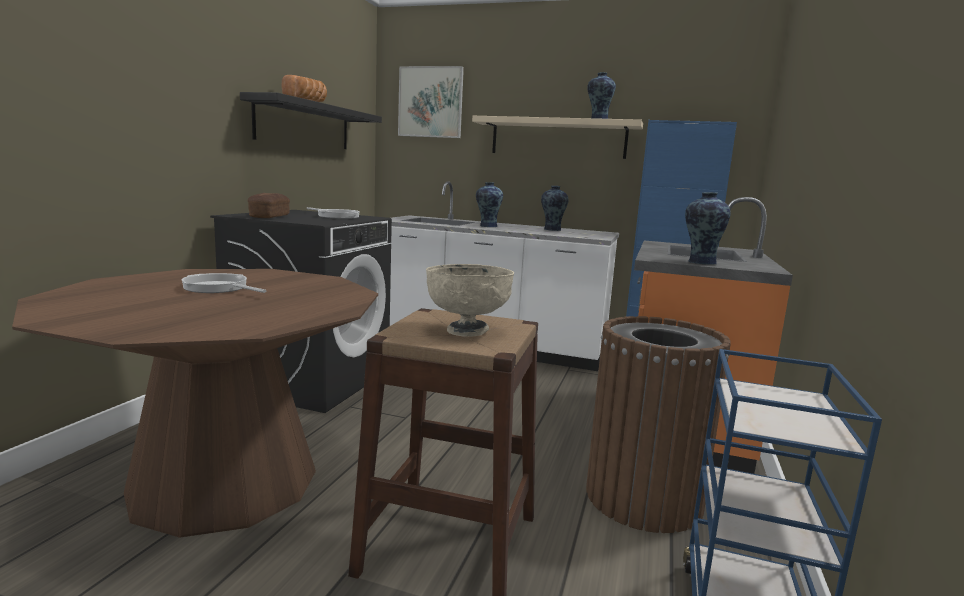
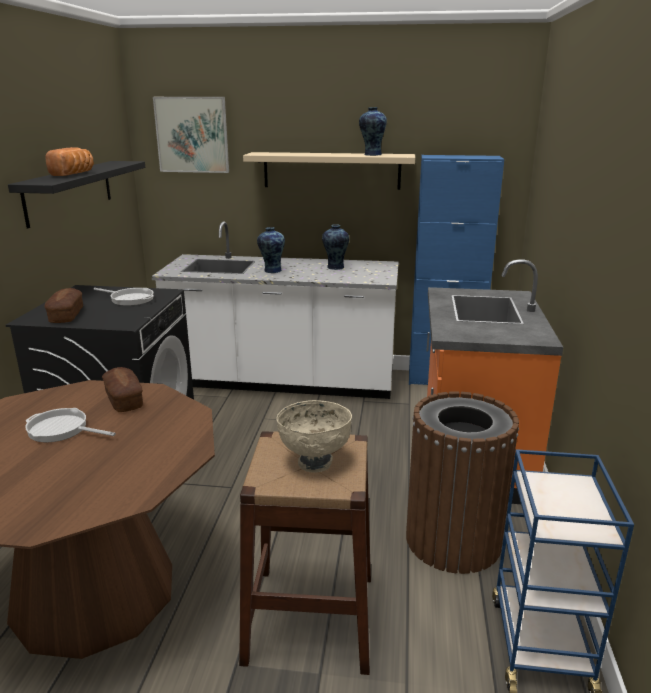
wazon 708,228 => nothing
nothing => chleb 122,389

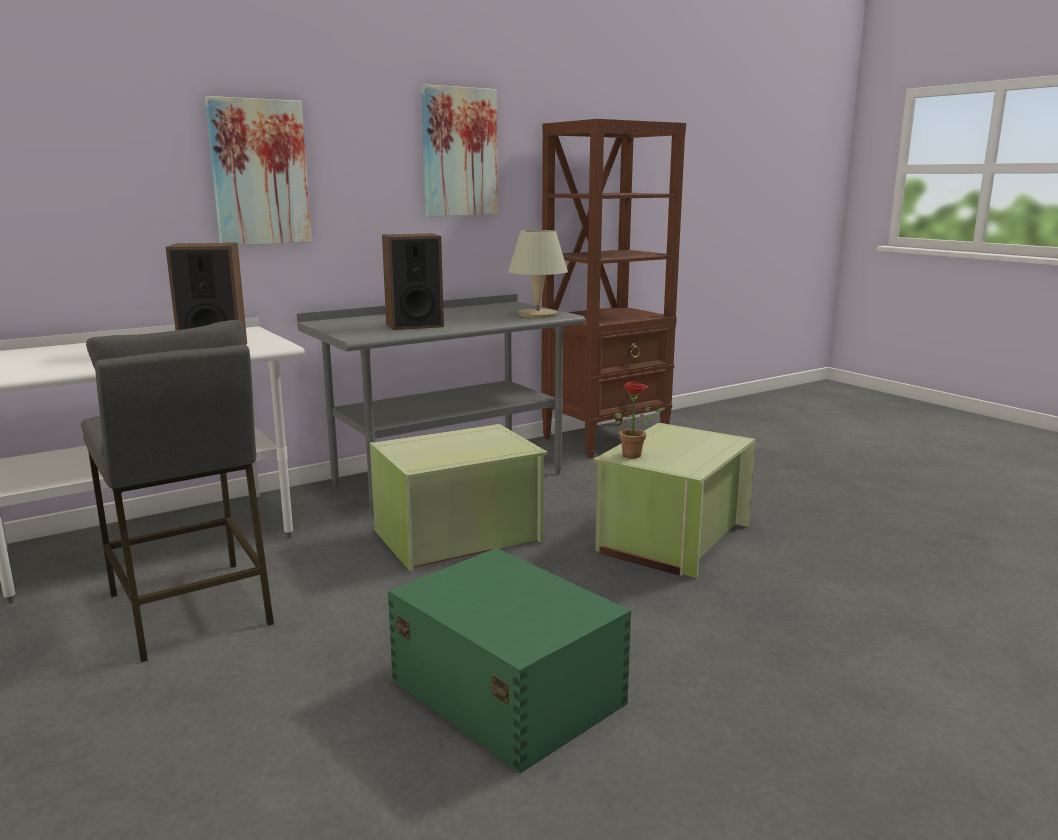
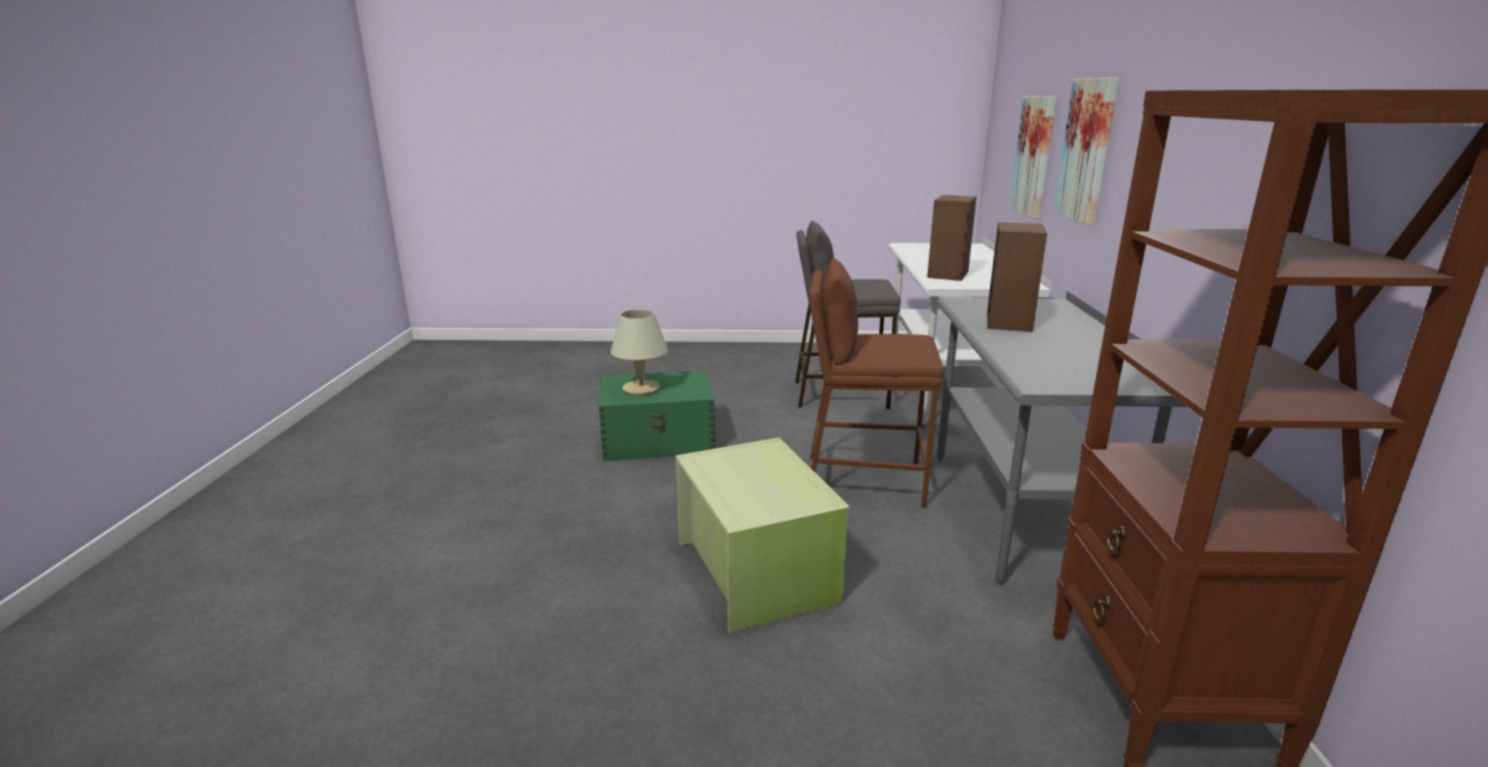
obraz 459,150 => obraz 1032,157, moved
lampa stołowa (beżowy) 538,274 => lampa stołowa (beżowy) 639,352, moved
roślina doniczkowa 640,420 => nothing
pojemnik do przechowywania (zielony) 459,497 => stołek (brązowy) 876,383

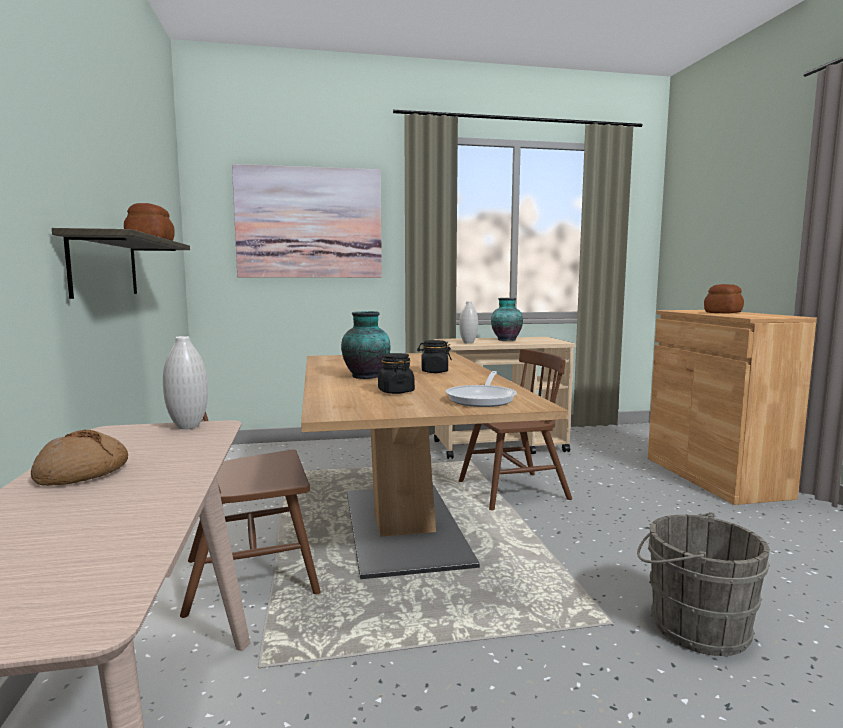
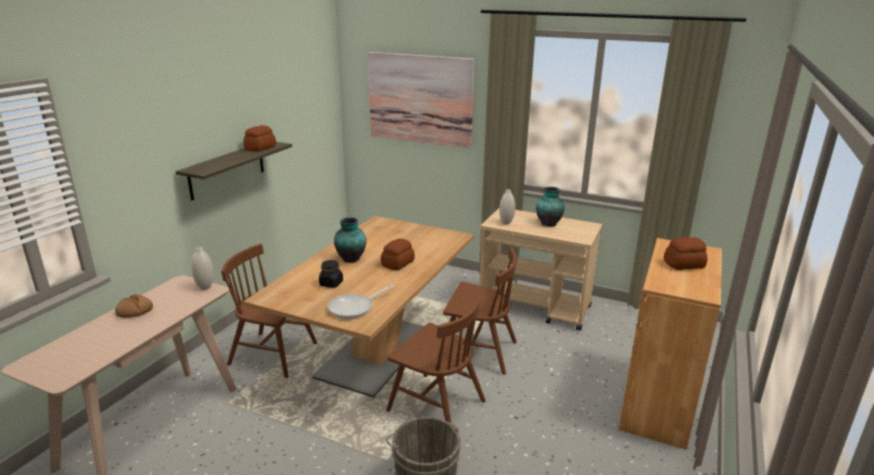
słoik (czarny) 434,356 => chleb 398,254
nothing => krzesło (brązowy) 436,358

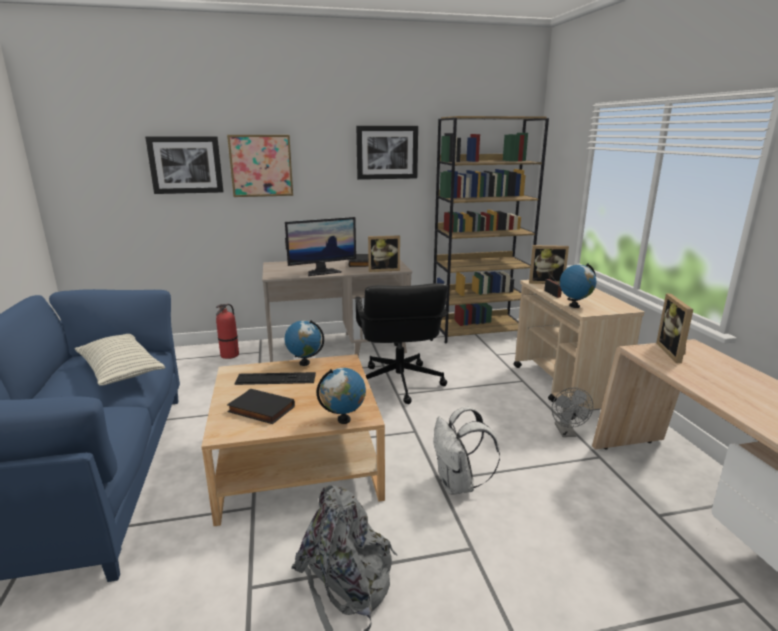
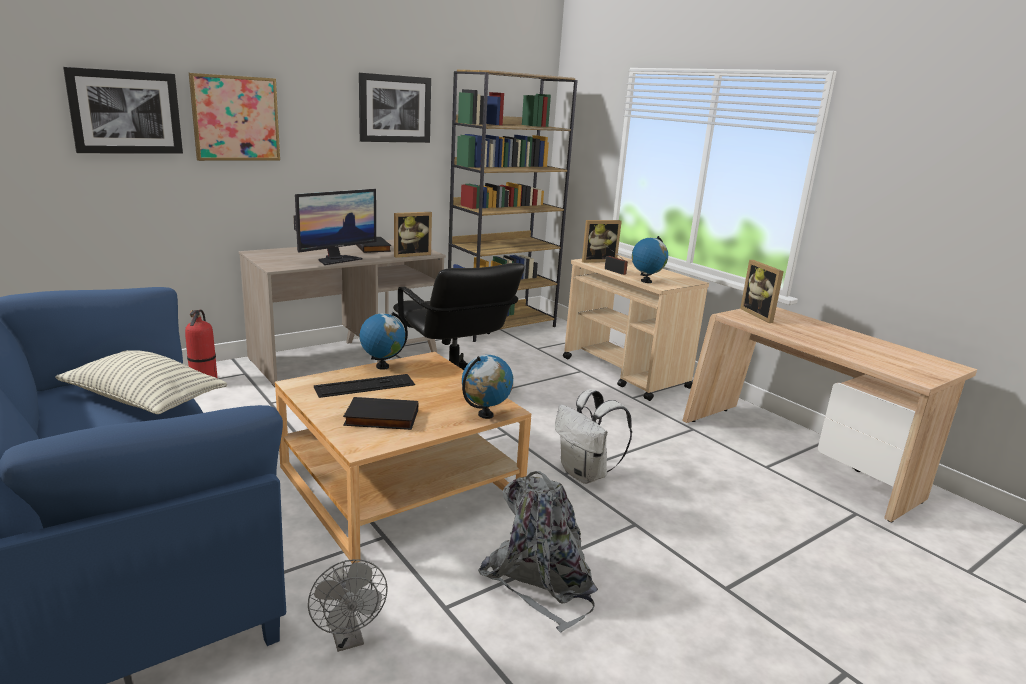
wentylator (szary) 572,412 => wentylator (szary) 348,605, moved

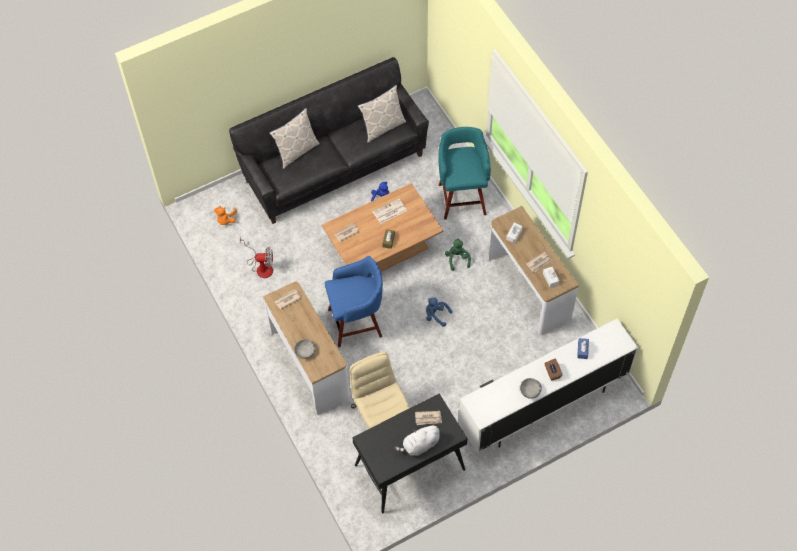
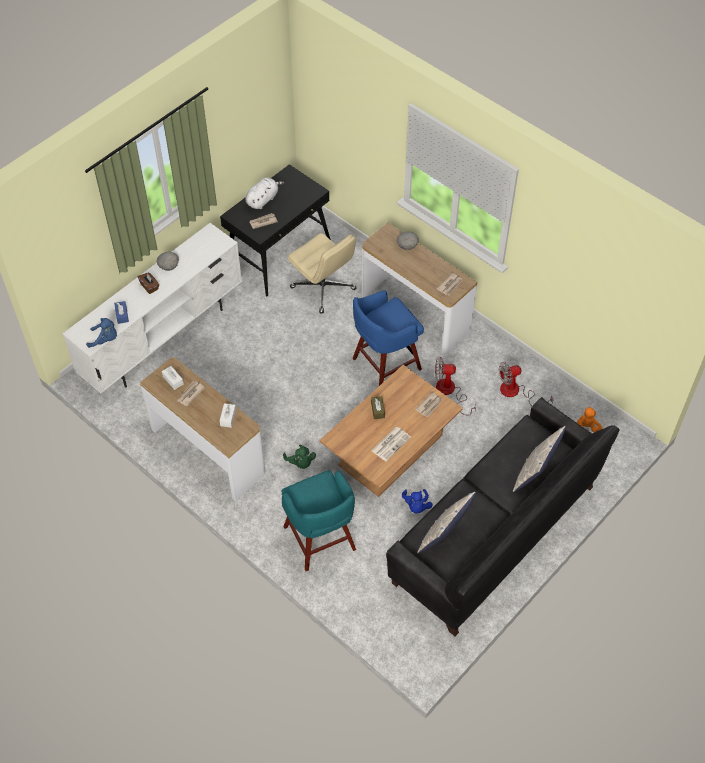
pluszak (niebieski) 439,312 => pluszak (niebieski) 101,333, moved
nothing => wentylator 455,386

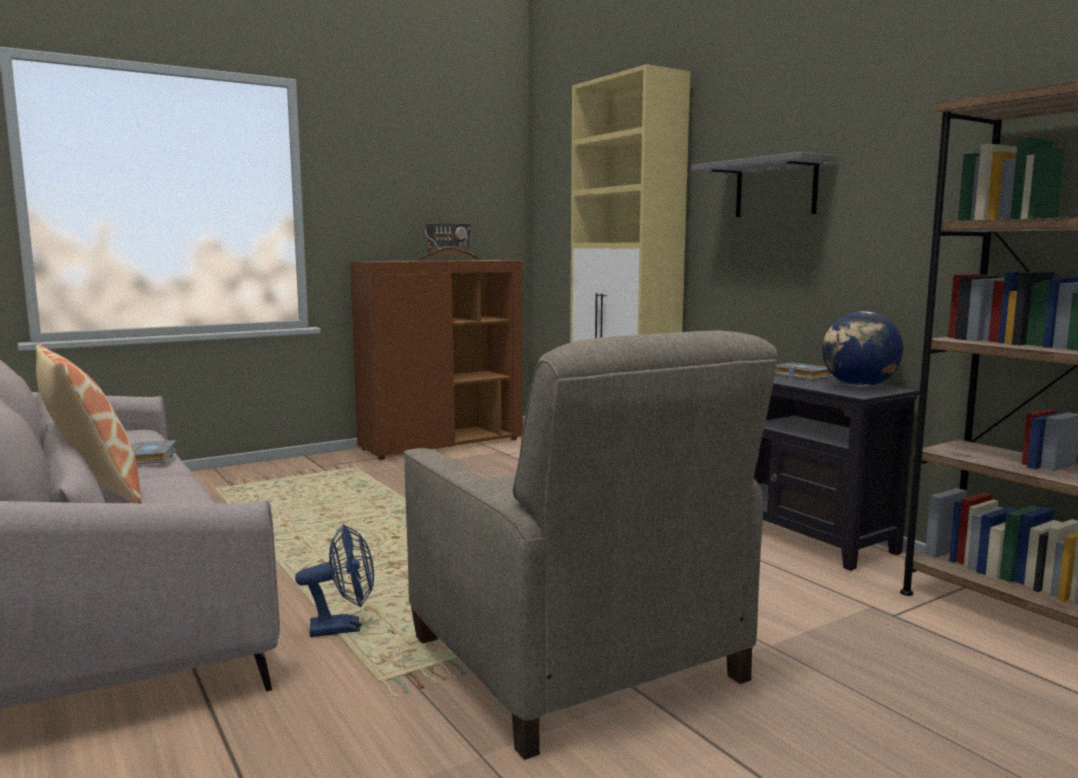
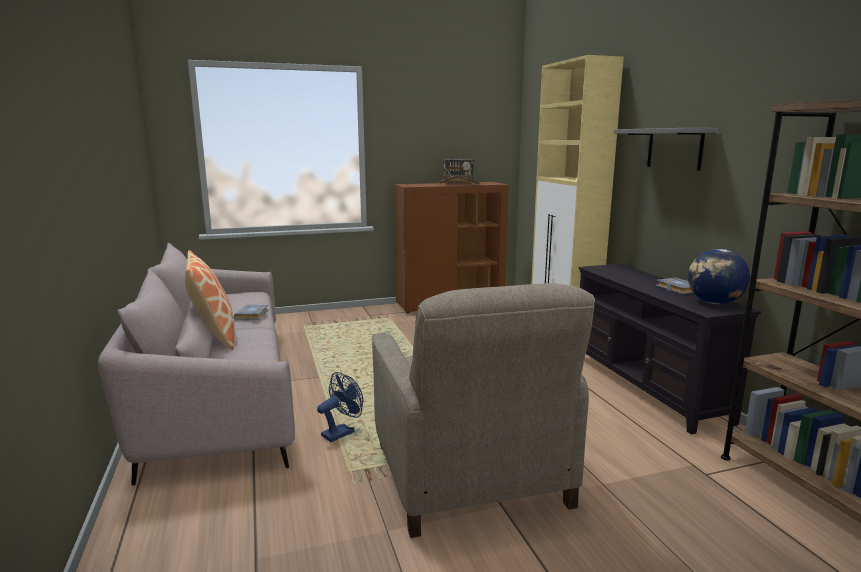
wentylator (niebieski) 334,580 => wentylator (niebieski) 340,407, 45 degrees counterclockwise

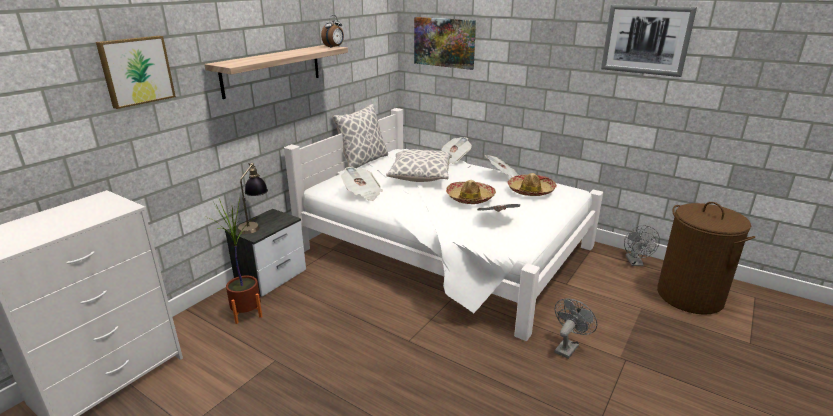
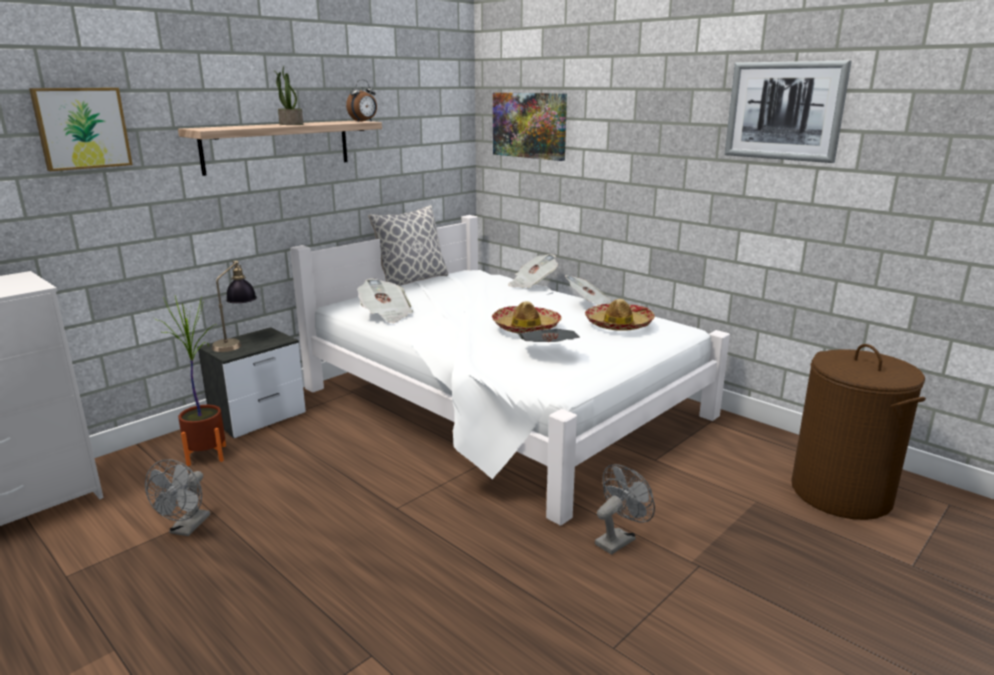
poduszka 419,165 => nothing
wentylator (szary) 642,245 => wentylator (szary) 177,497, moved
nothing => roślina doniczkowa 288,95

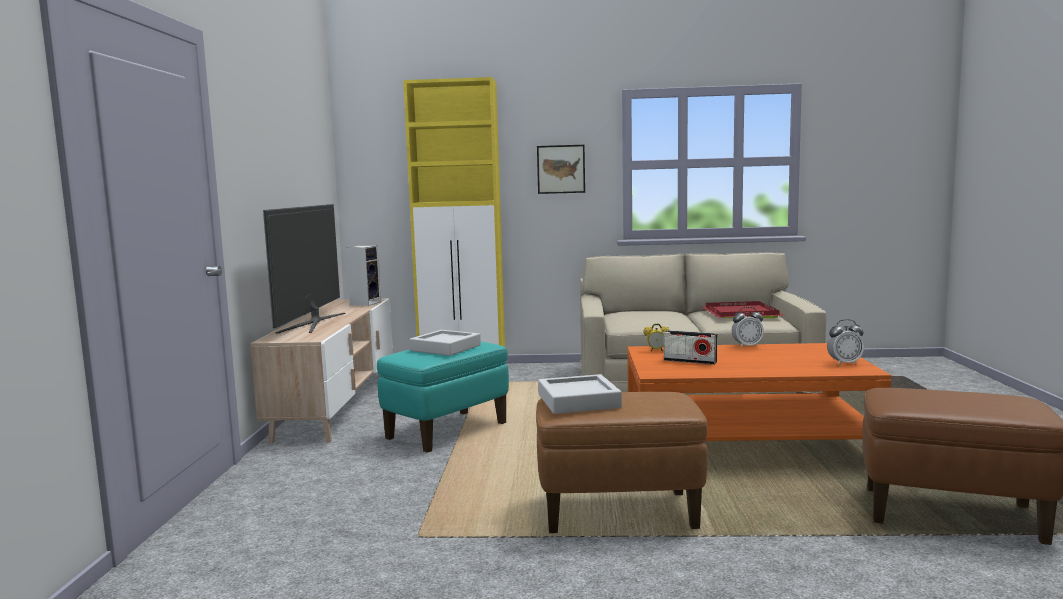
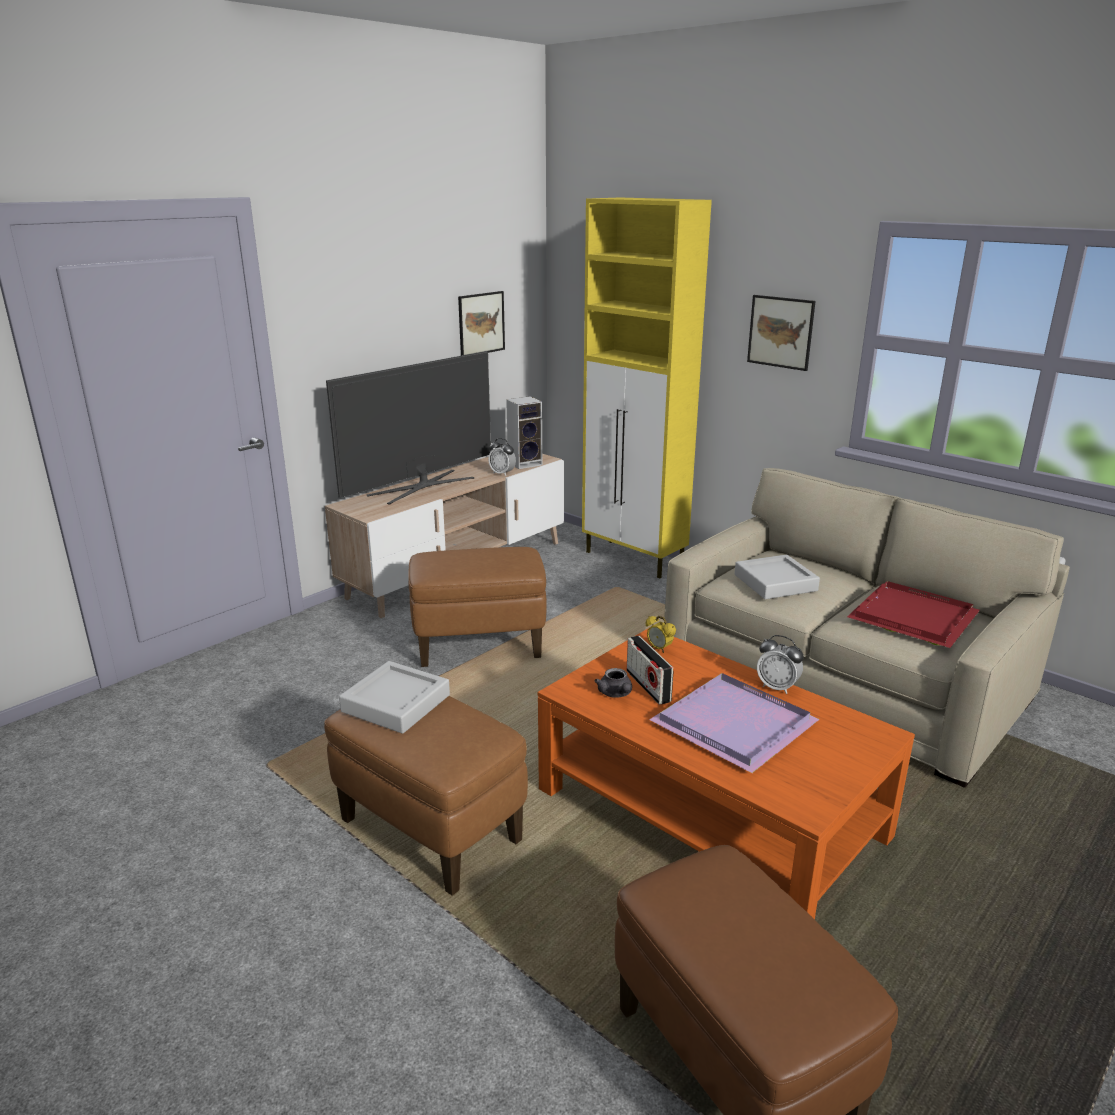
budzik 845,342 => budzik 502,457, moved
taca (szary) 445,343 => taca (szary) 777,577, moved
pufa (turkusowy) 443,397 => pufa (brązowy) 477,607
nothing => obraz 481,323
nothing => imbryk (szary) 613,682
nothing => taca (fioletowy) 734,723

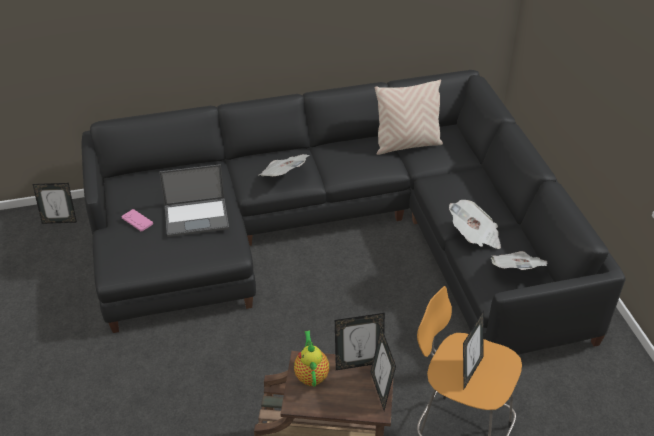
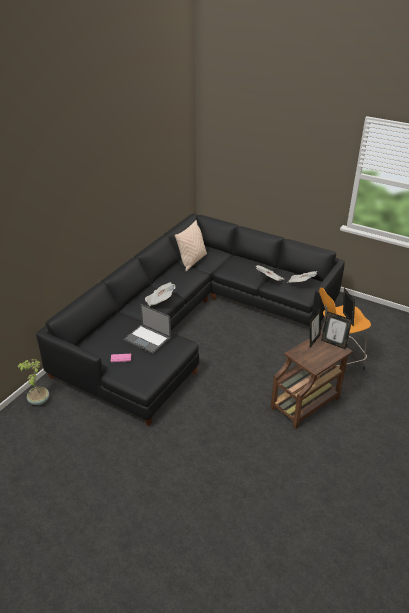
laptop 194,200 => laptop 147,329, 90 degrees clockwise
ramka na zdjęcie 55,203 => roślina doniczkowa 33,382
imbryk 311,359 => nothing

